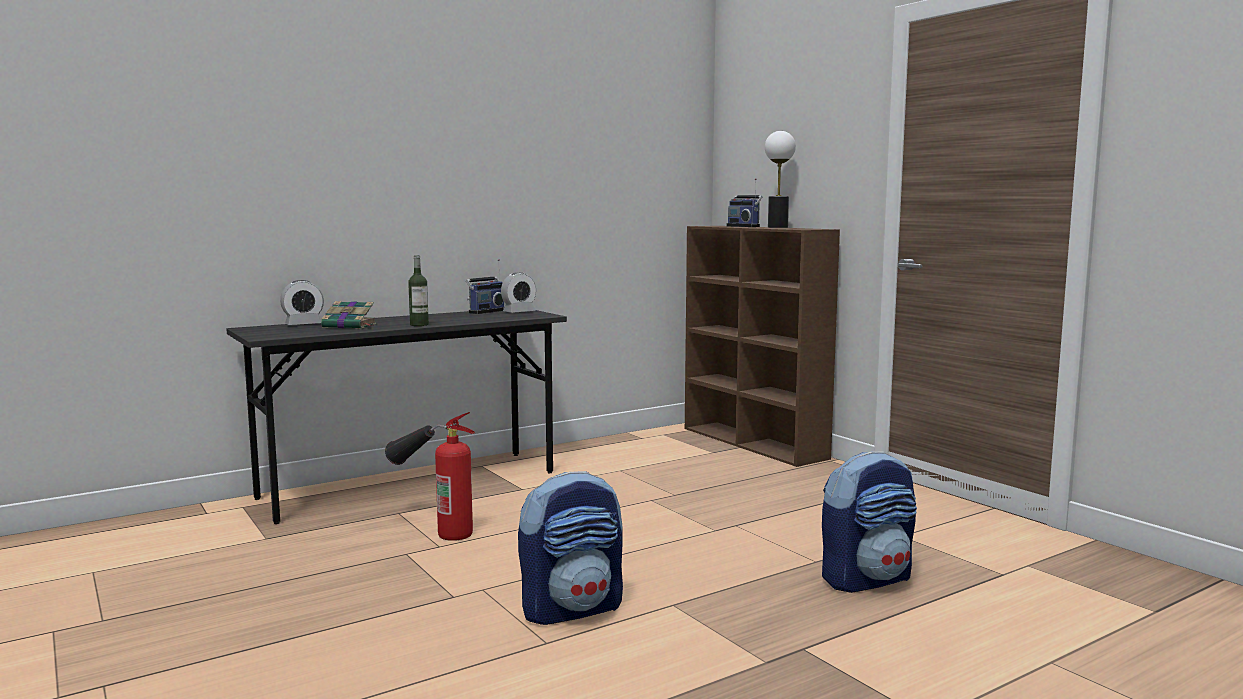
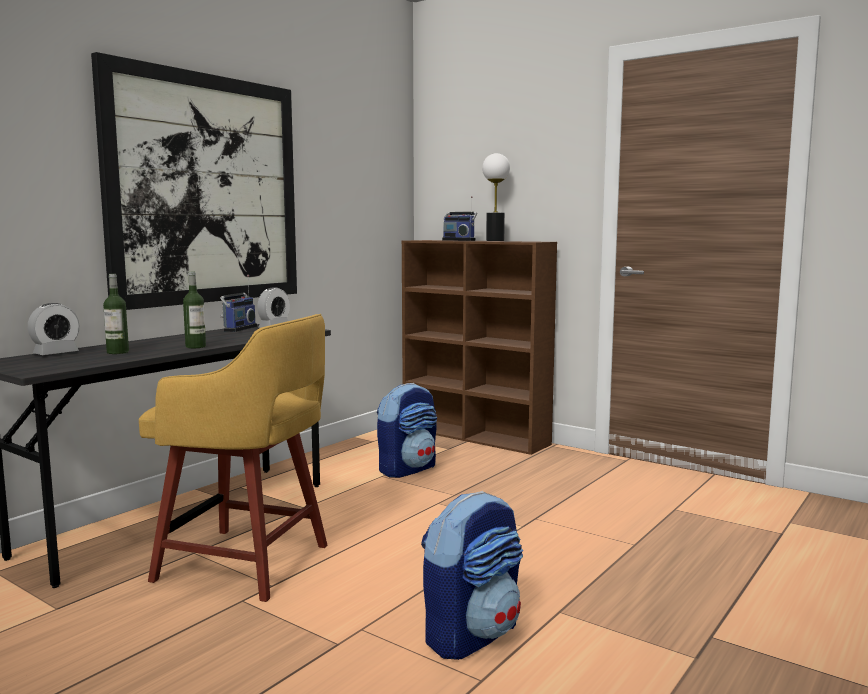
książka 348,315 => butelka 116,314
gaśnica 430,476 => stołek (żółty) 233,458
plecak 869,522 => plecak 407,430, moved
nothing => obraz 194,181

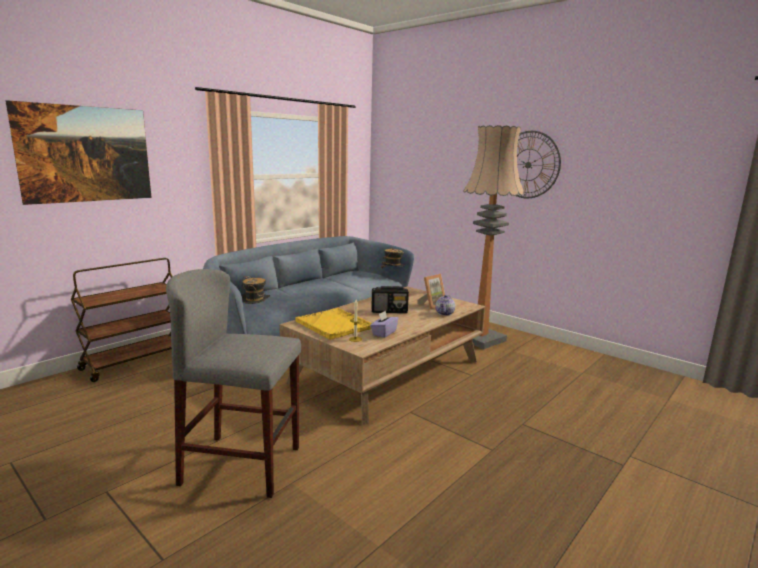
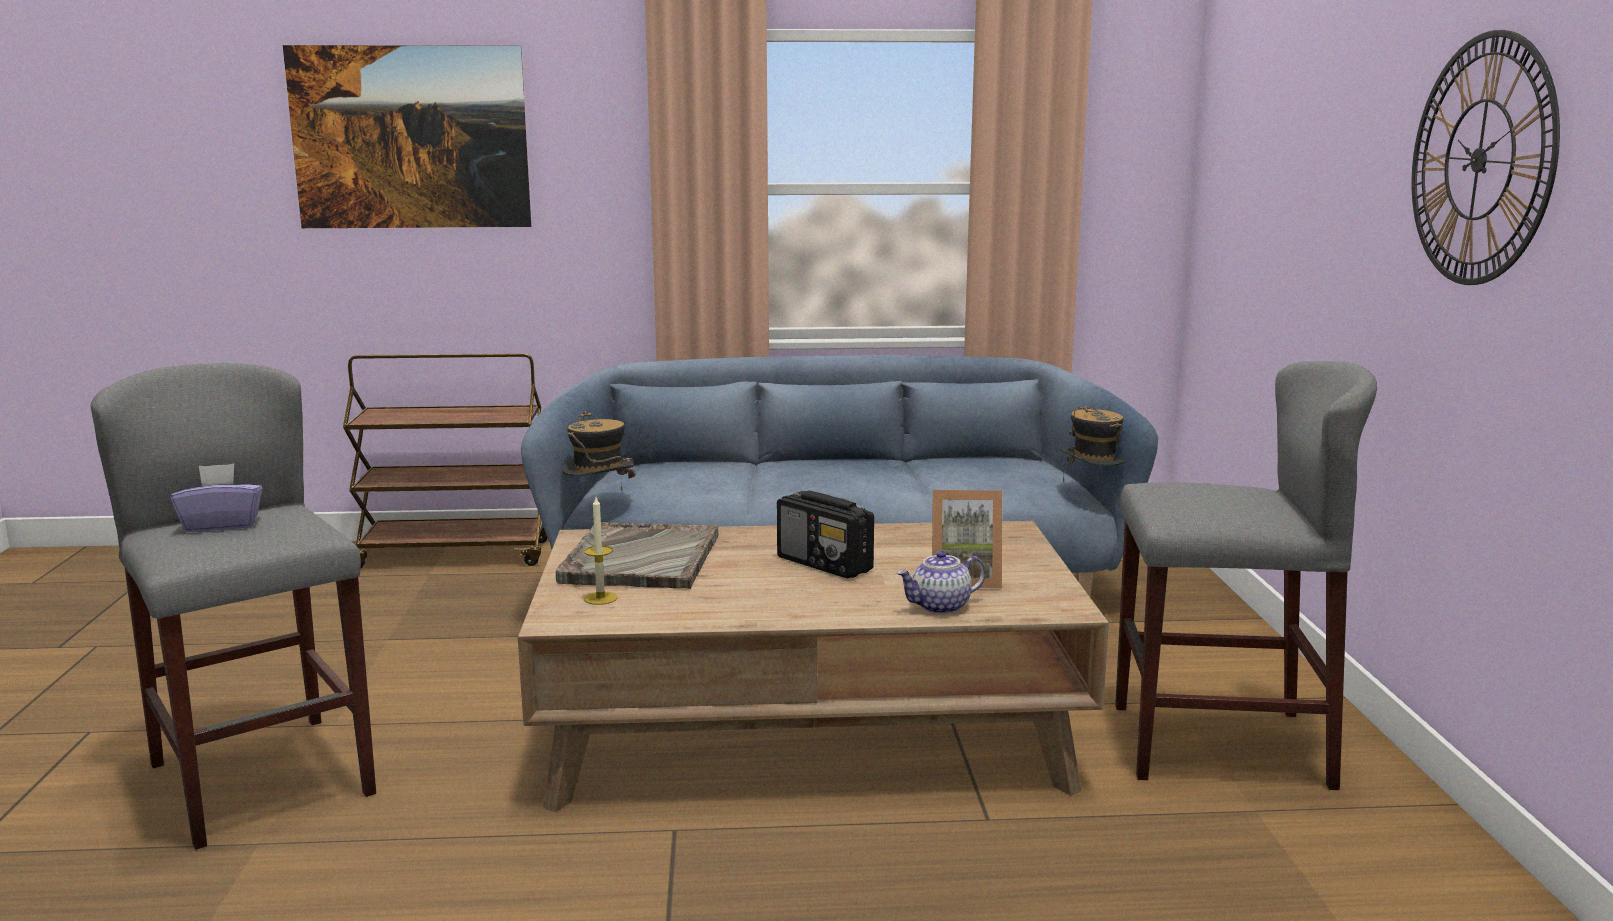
lampa stojąca 494,237 => stołek (szary) 1246,575
taca (żółty) 333,323 => taca (szary) 637,555
pudełko chusteczek (fioletowy) 384,324 => pudełko chusteczek (fioletowy) 217,498, moved

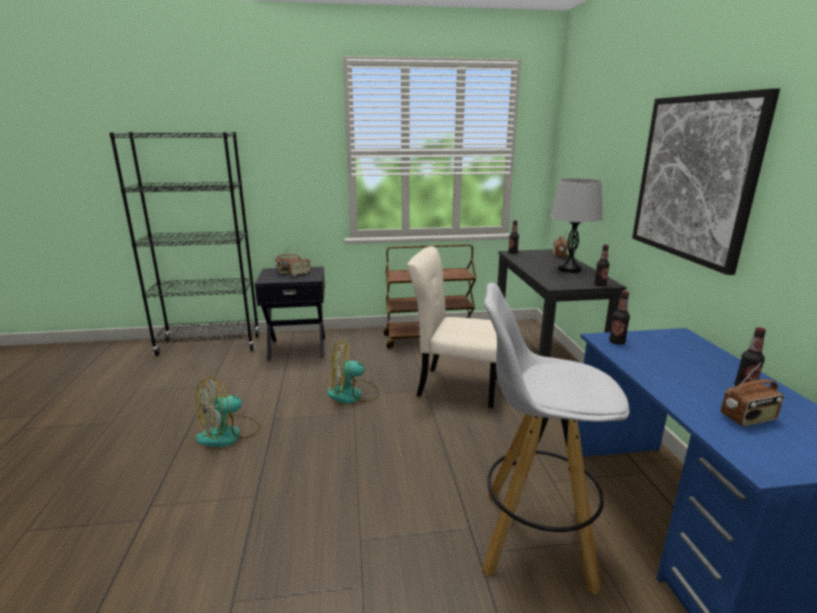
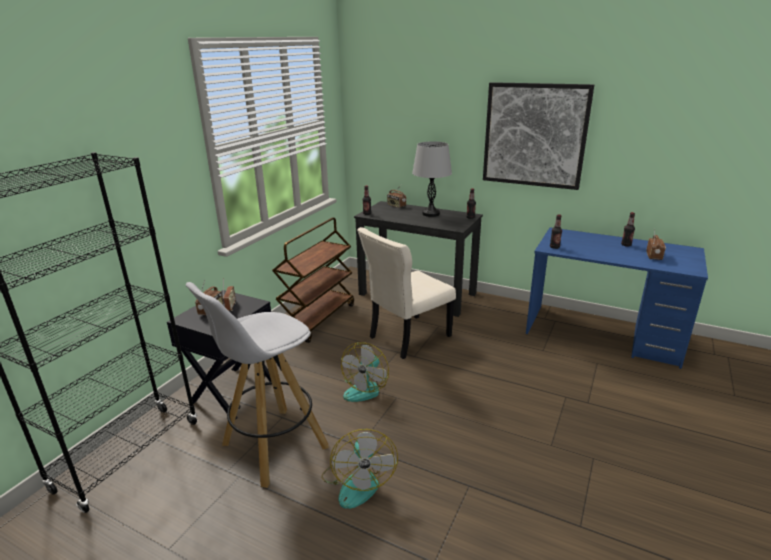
stołek (biały) 555,439 => stołek (biały) 257,385, moved

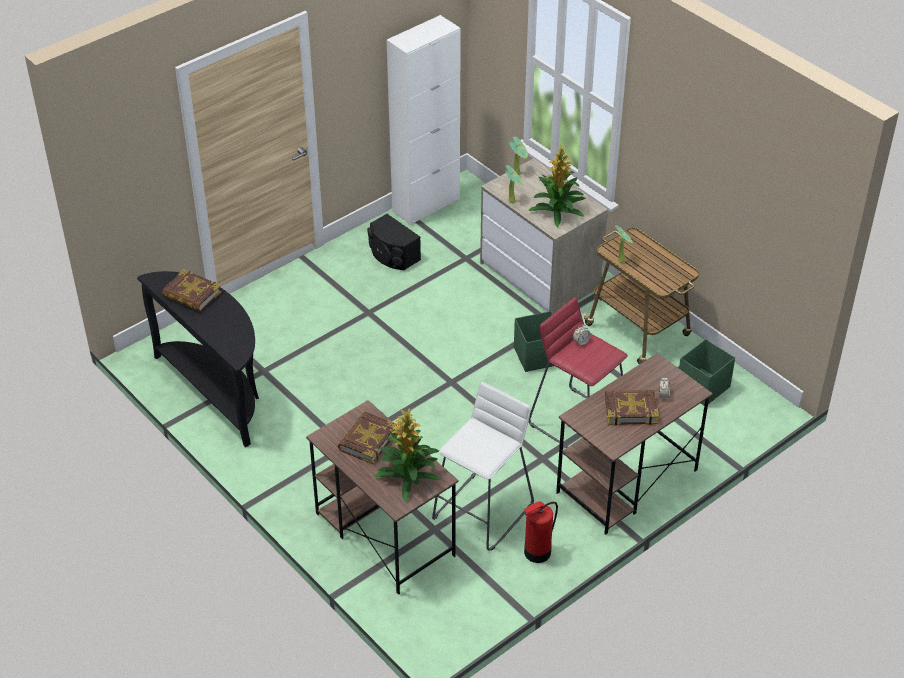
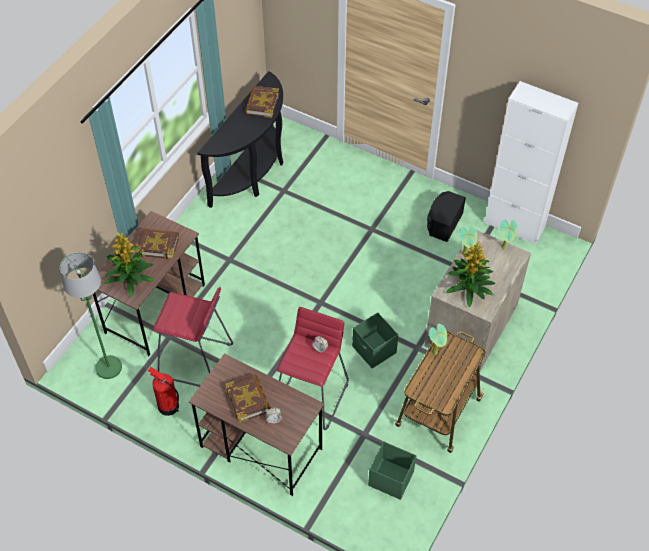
stołek (biały) 483,466 => stołek (czerwony) 193,337
nothing => lampa stojąca (zielony) 91,315

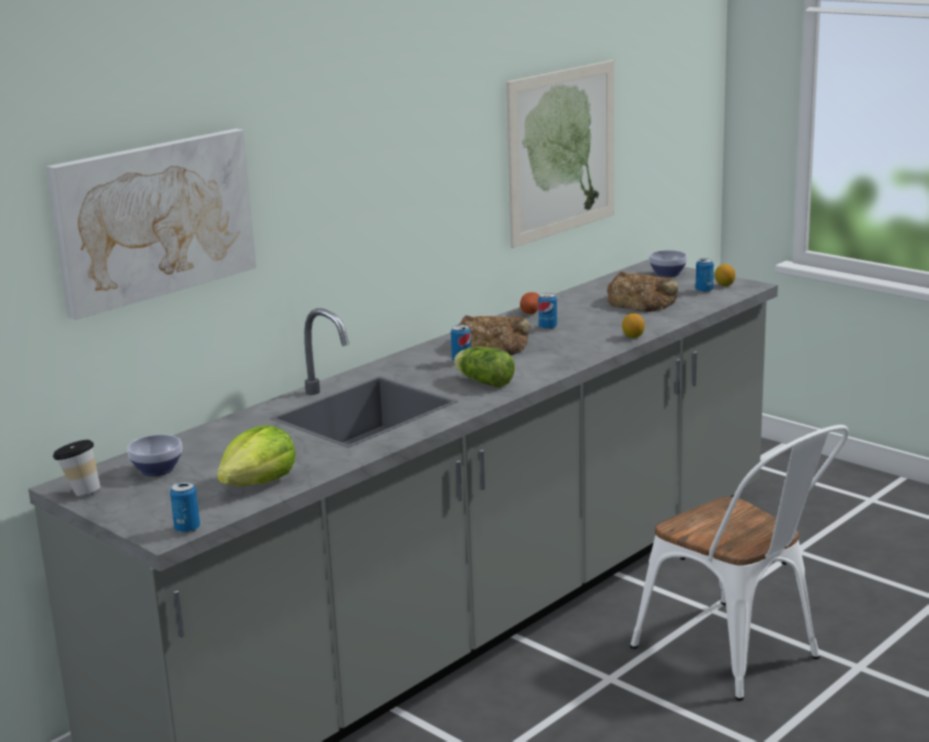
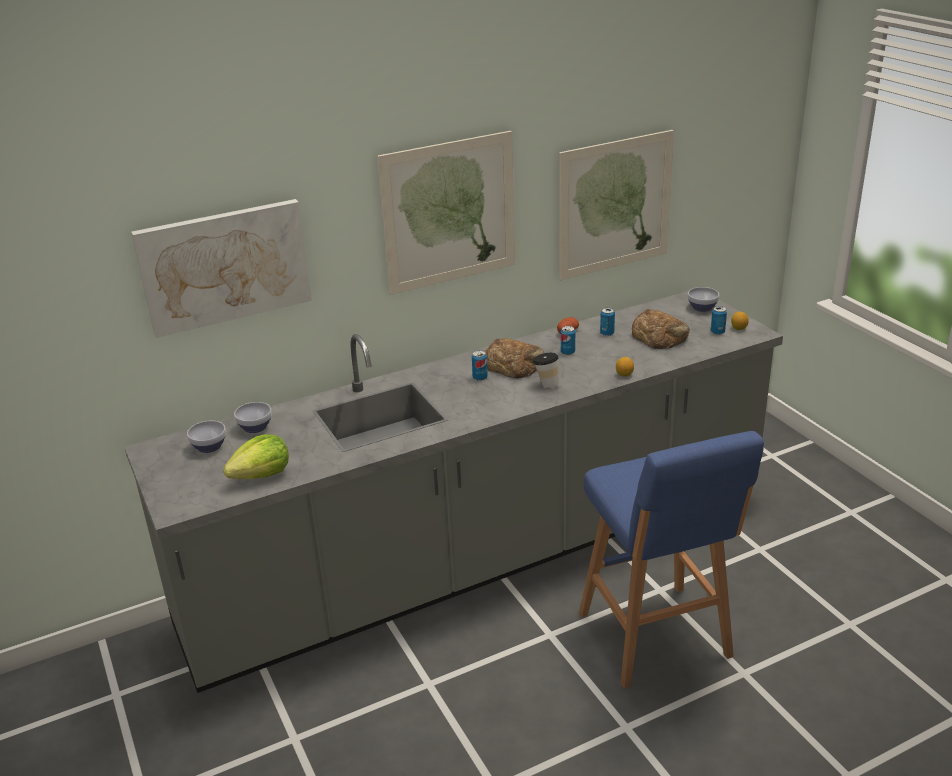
sałata 484,367 => nothing
krzesło (biały) 739,563 => stołek (niebieski) 671,559
filiżanka 76,468 => filiżanka 545,370, moved
puszka 185,507 => puszka 607,322, moved
nothing => obraz 446,213
nothing => miska 253,417

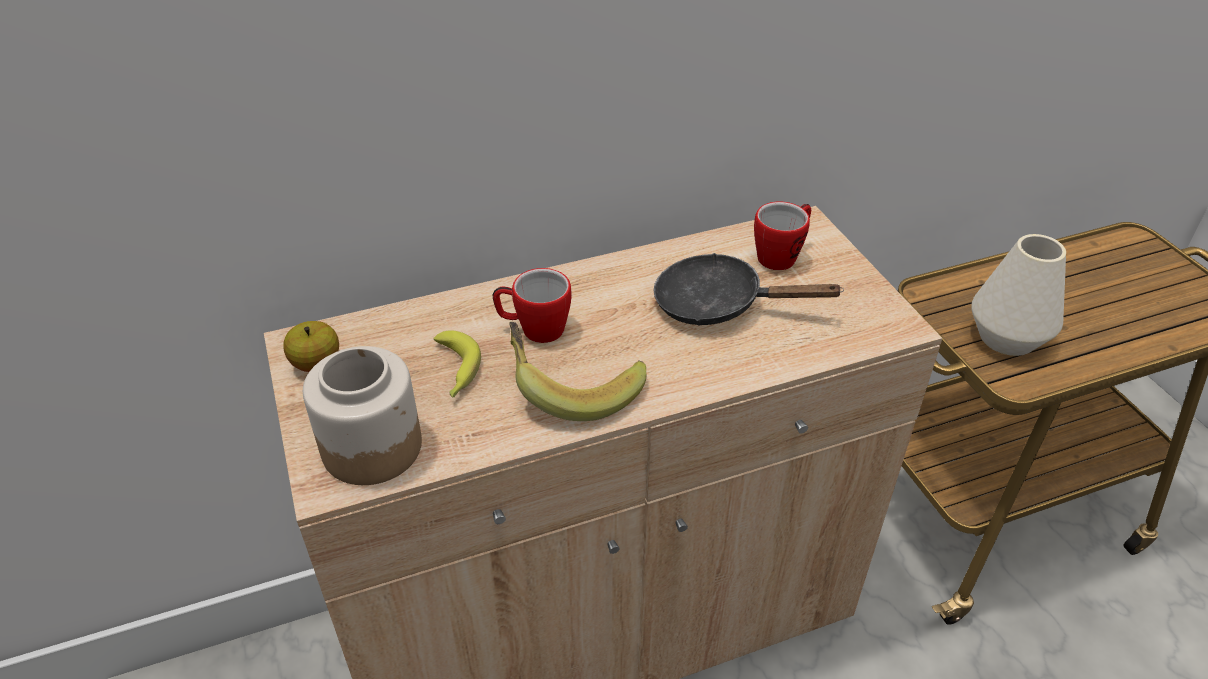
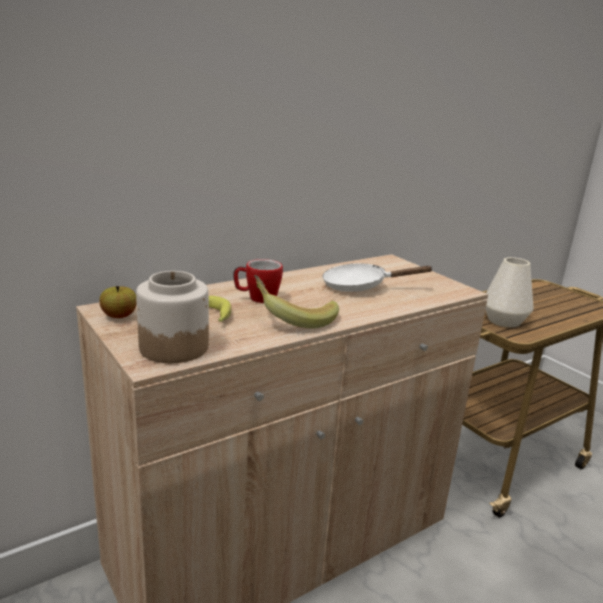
kubek 782,235 => nothing
patelnia (czarny) 748,289 => patelnia (biały) 378,277

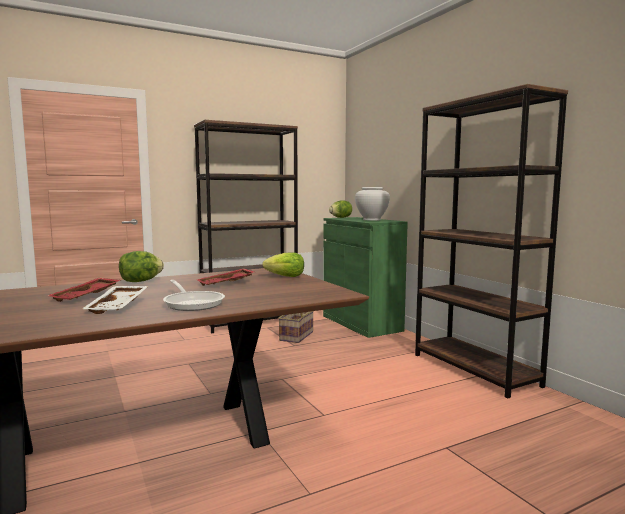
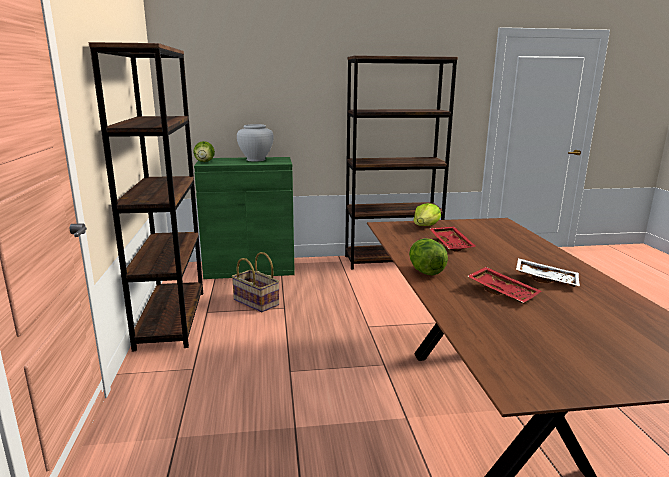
patelnia 194,295 => nothing

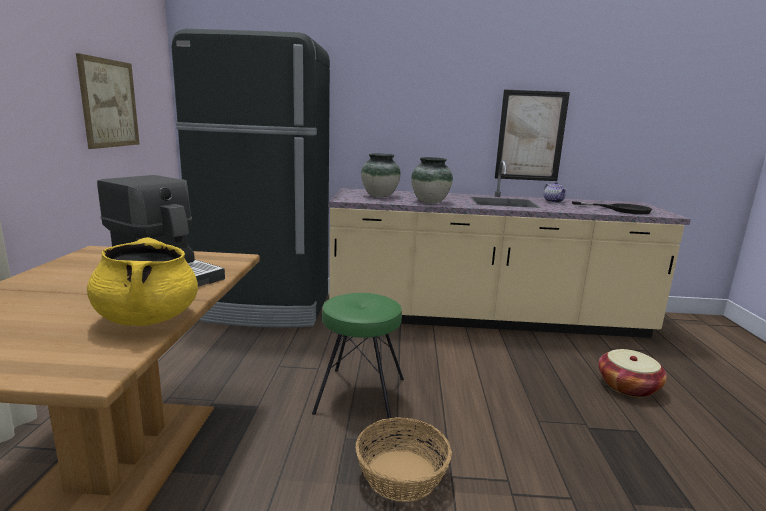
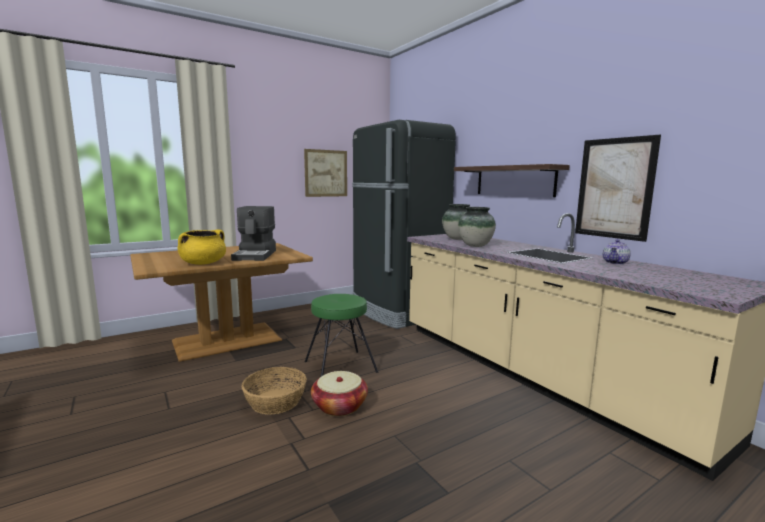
patelnia (czarny) 612,207 => nothing
koszyk 632,373 => koszyk 339,393, moved
nothing => półka 512,180

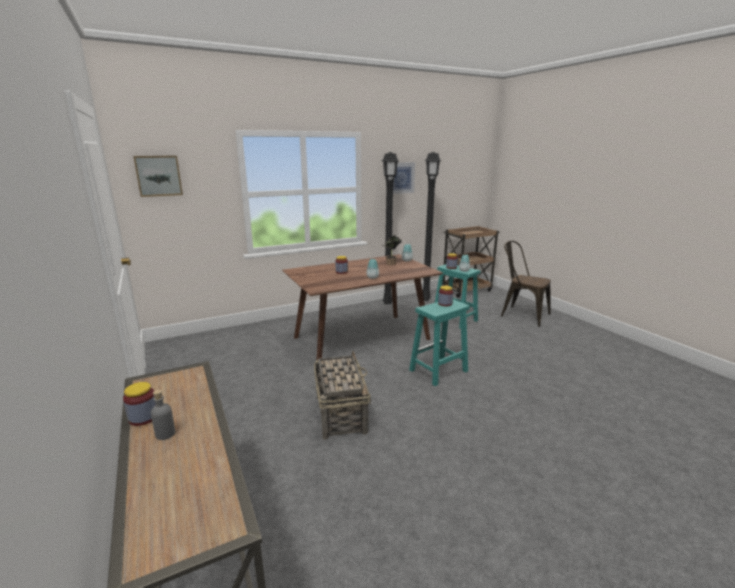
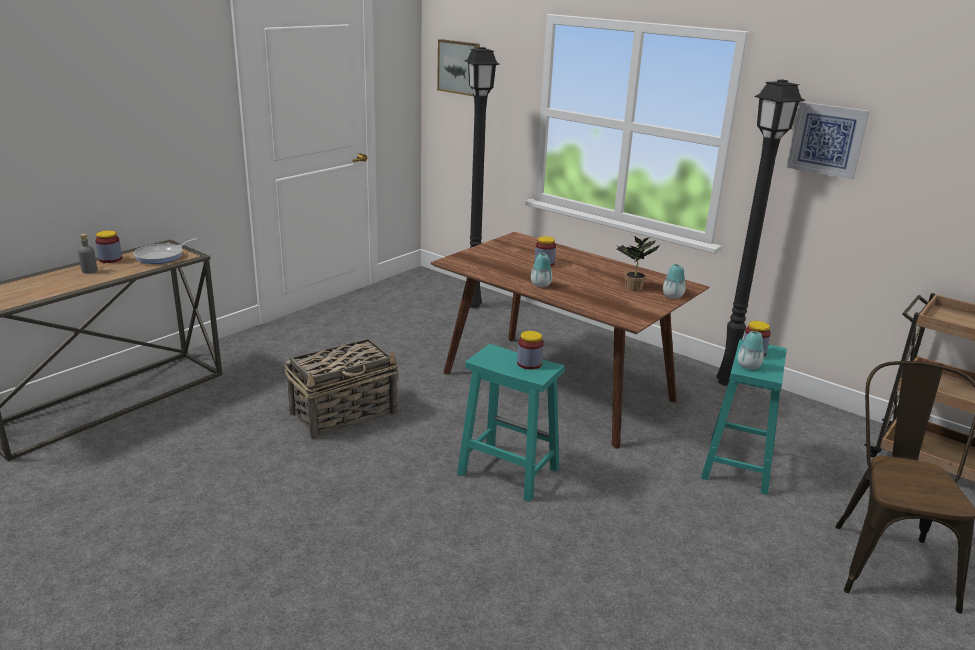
lampa stojąca (czarny) 432,226 => lampa stojąca (czarny) 482,177, moved
nothing => patelnia 166,251

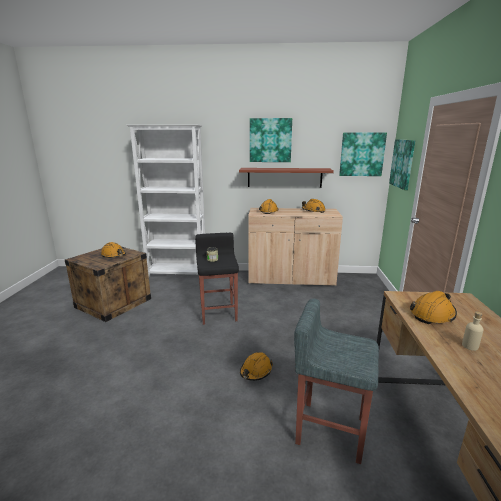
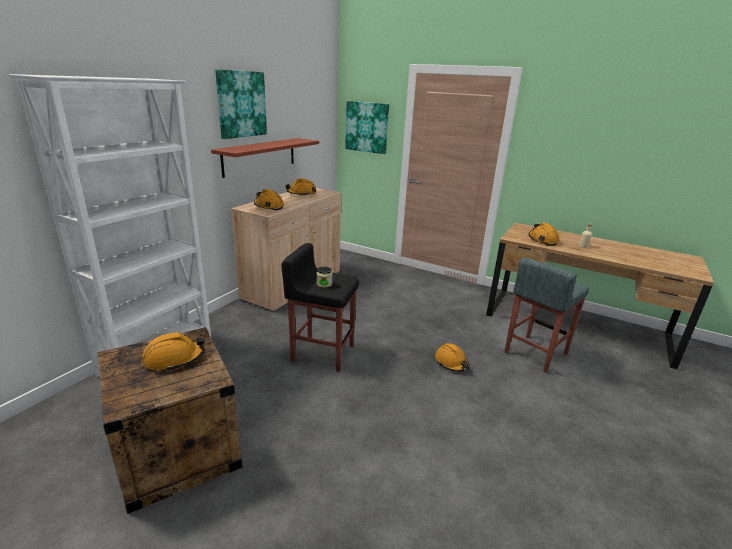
obraz 363,154 => nothing

